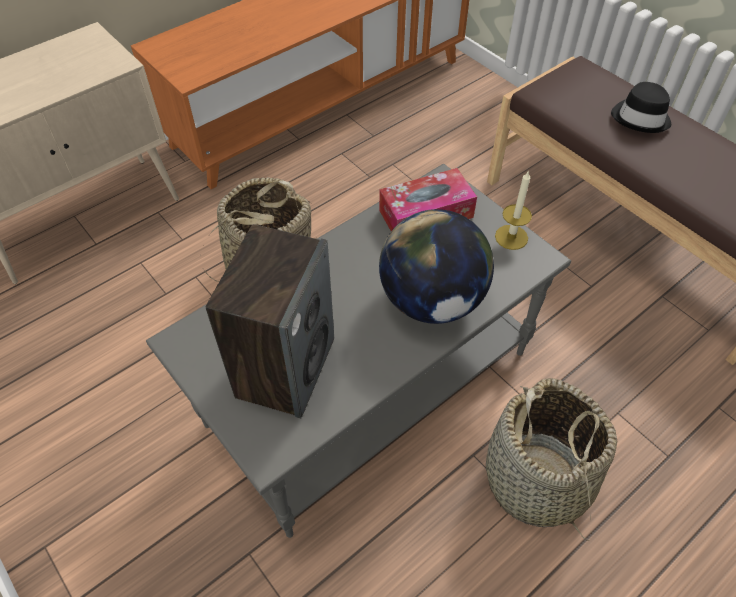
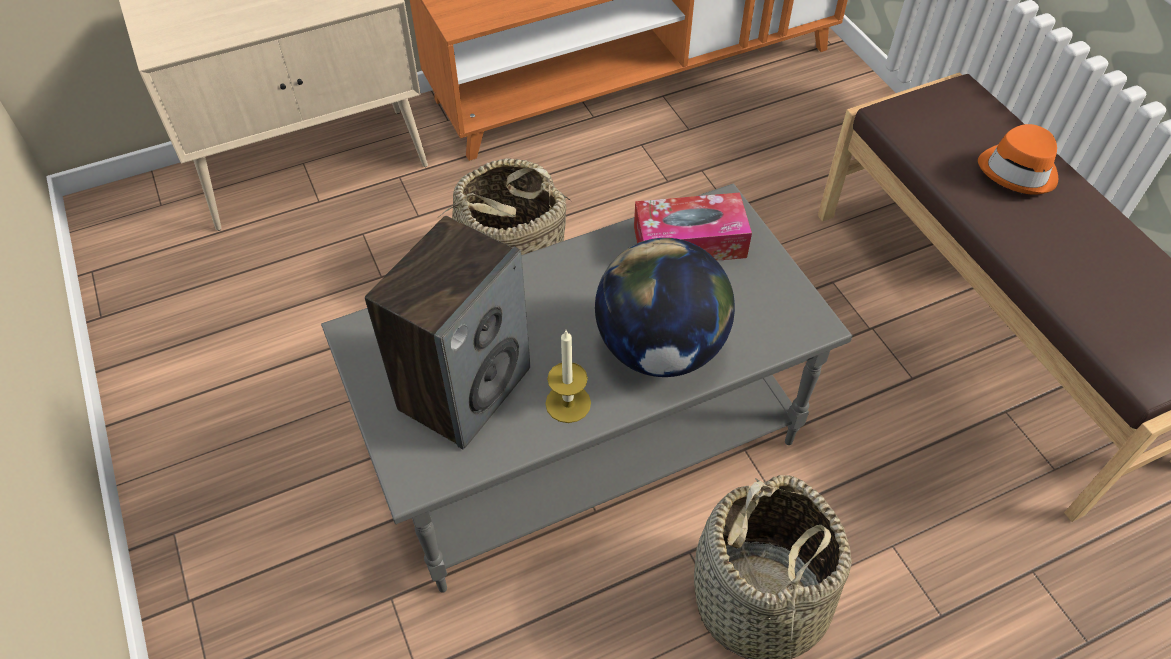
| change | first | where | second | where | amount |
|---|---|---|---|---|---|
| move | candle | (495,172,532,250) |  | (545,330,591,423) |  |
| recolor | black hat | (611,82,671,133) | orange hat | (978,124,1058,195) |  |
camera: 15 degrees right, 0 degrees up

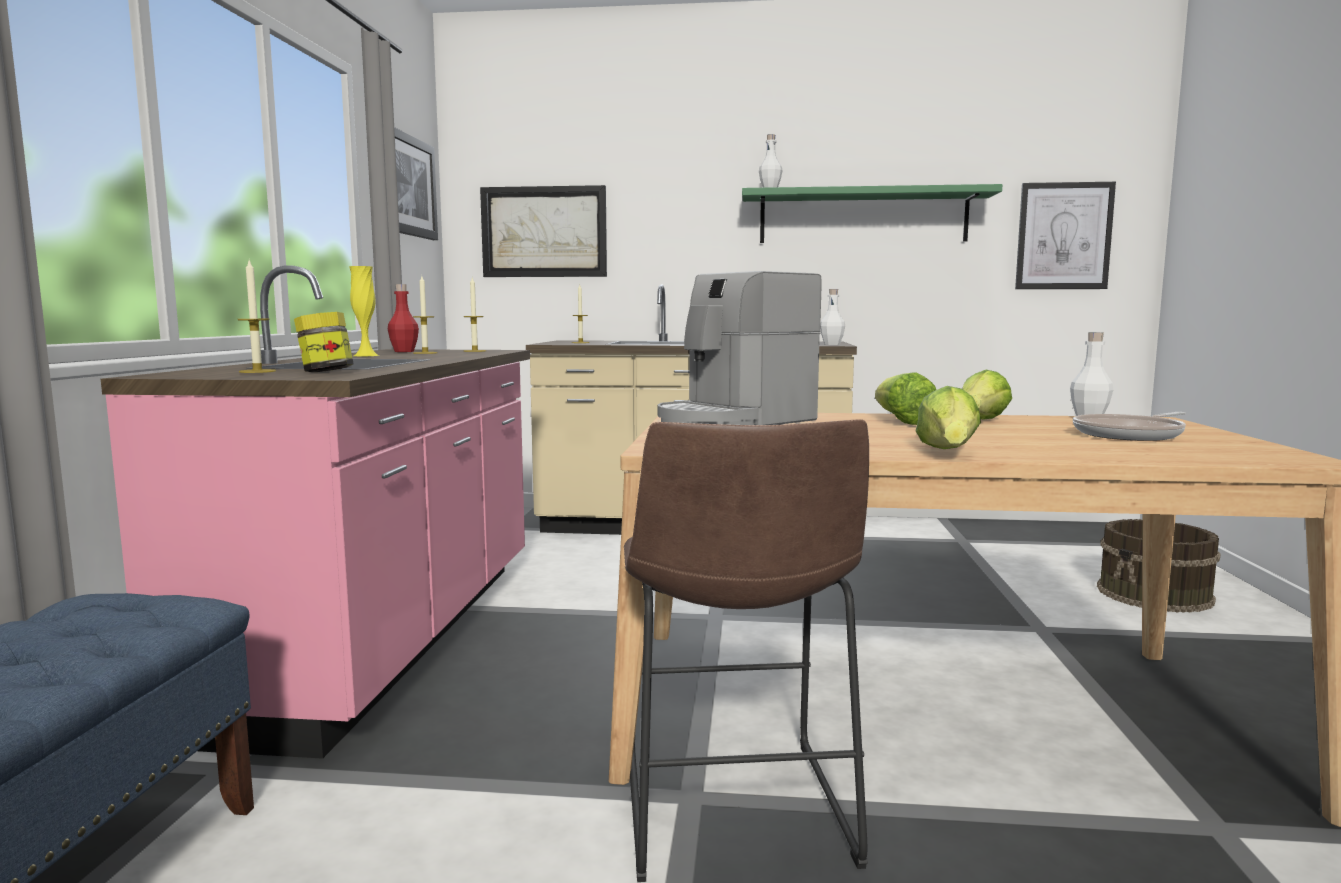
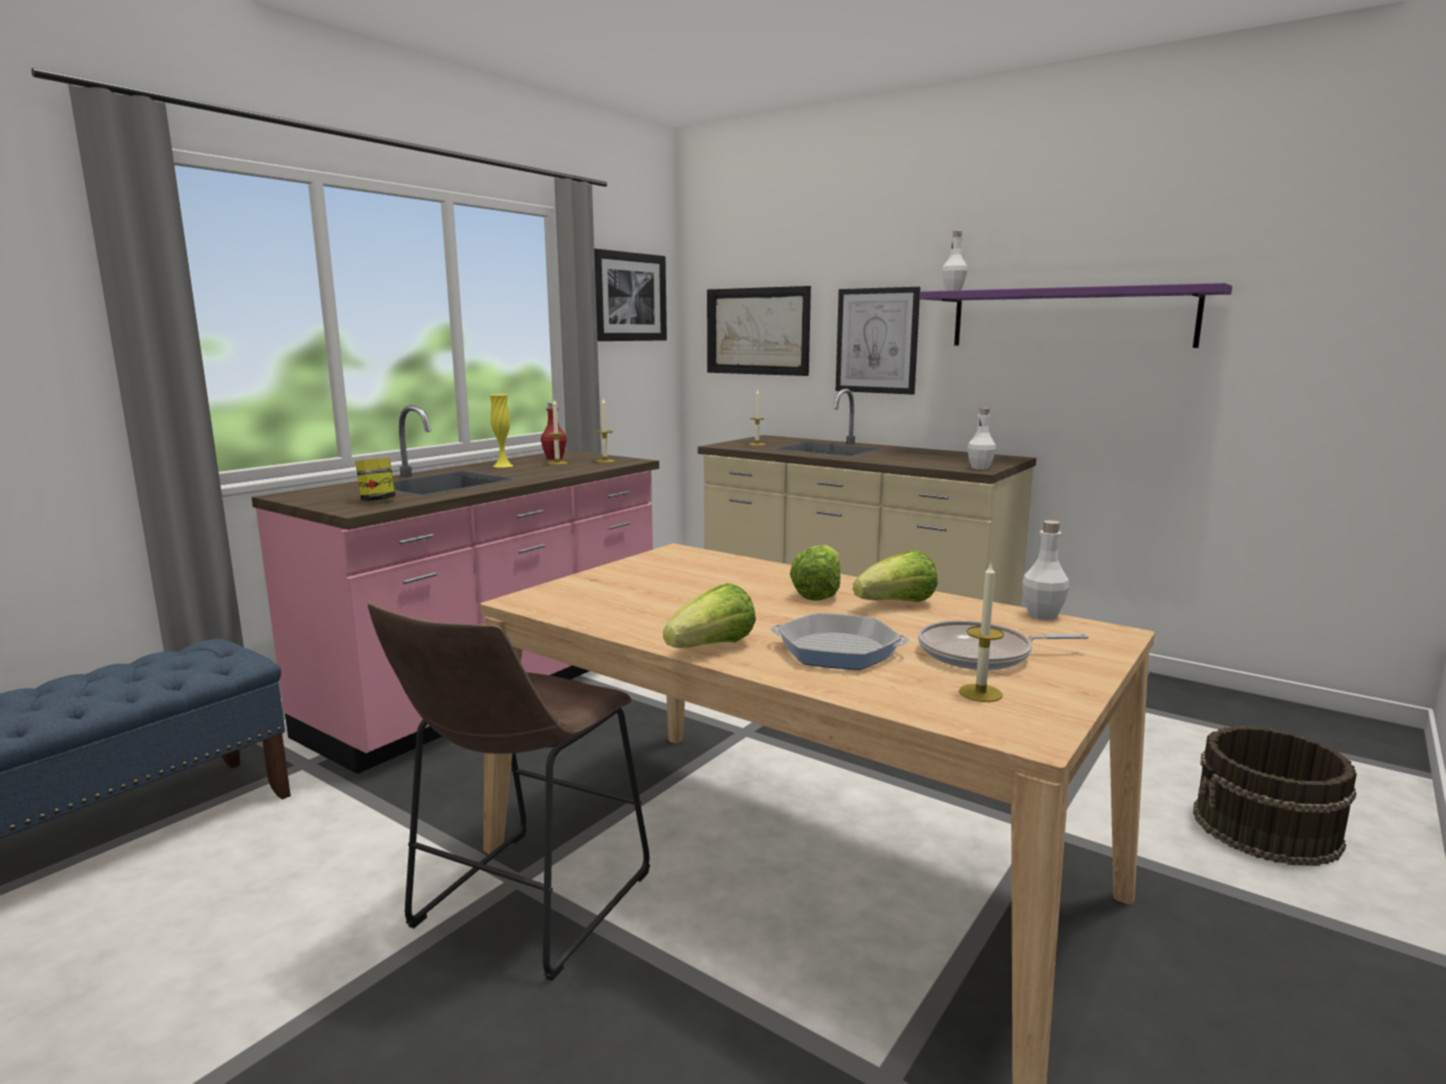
| change | first | where | second | where | amount |
|---|---|---|---|---|---|
| move | candle | (238,261,276,373) |  | (959,564,1005,702) |  |
| delete | coffee machine | (657,271,822,425) |  |  |  |
| recolor | green shelf | (742,184,1002,243) | purple shelf | (919,283,1232,348) |  |
| move | picture | (1015,182,1116,289) |  | (836,287,920,395) |  |
| insert |  |  | frying pan | (771,613,909,670) |  |
camera: 30 degrees right, 5 degrees up

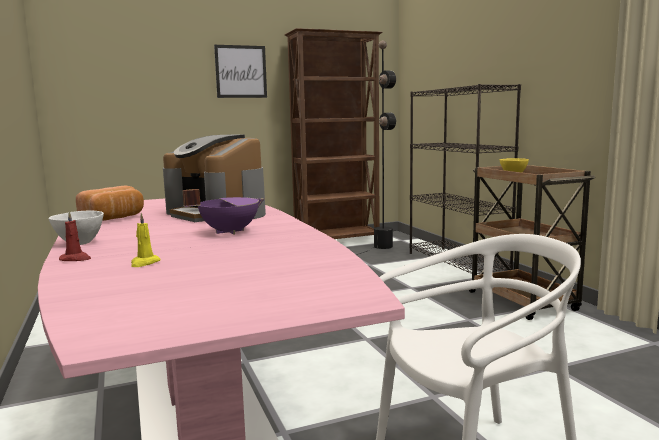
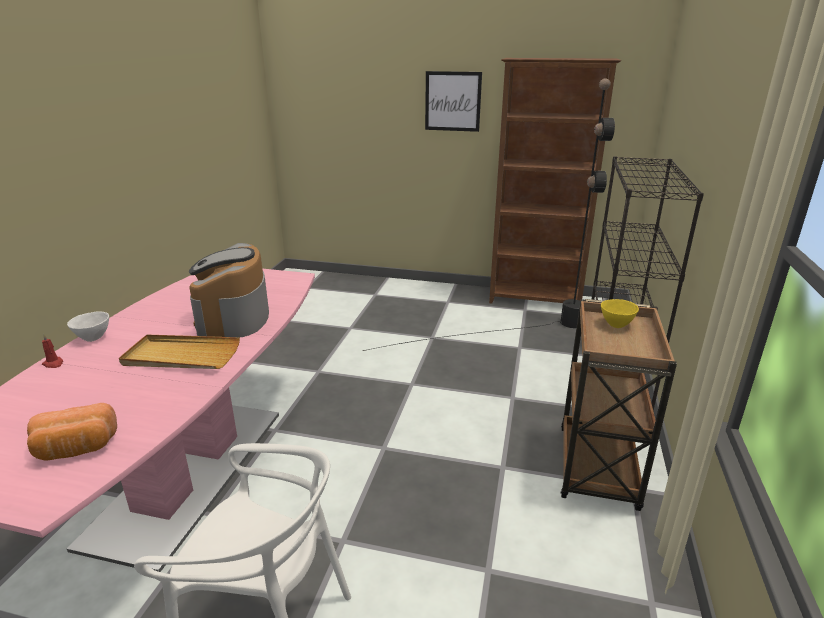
| change | first | where | second | where | amount |
|---|---|---|---|---|---|
| move | bread | (76,186,144,221) |  | (27,403,117,460) |  |
| delete | yellow candle | (131,213,161,267) |  |  |  |
| replace | purple cooking pot | (182,189,265,235) | beige tray | (119,334,240,369) |  |
camera: 35 degrees right, 15 degrees up

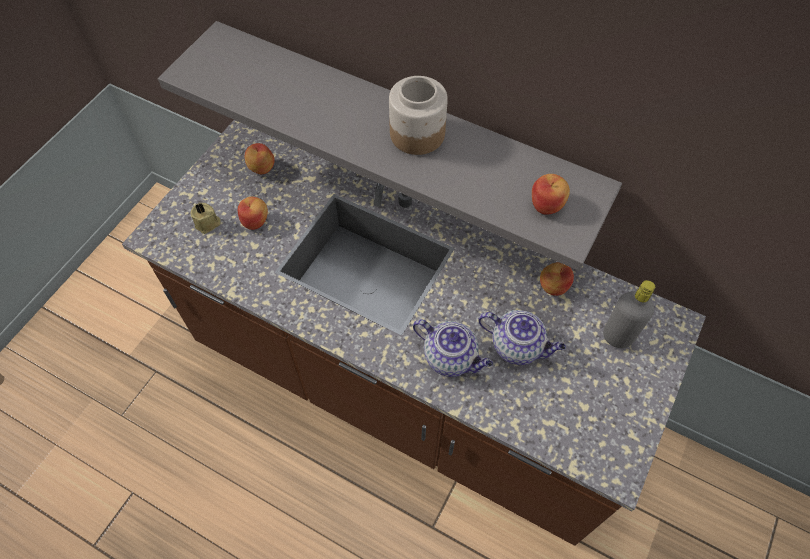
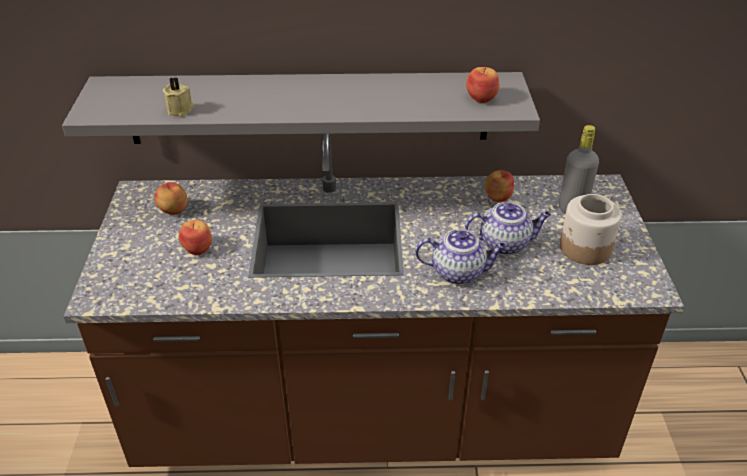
| change | first | where | second | where | amount |
|---|---|---|---|---|---|
| move | beige candle | (191,203,221,234) |  | (163,77,195,117) |  |
| move | jar | (389,76,448,155) |  | (560,194,622,265) |  |
camera: 30 degrees left, 20 degrees down

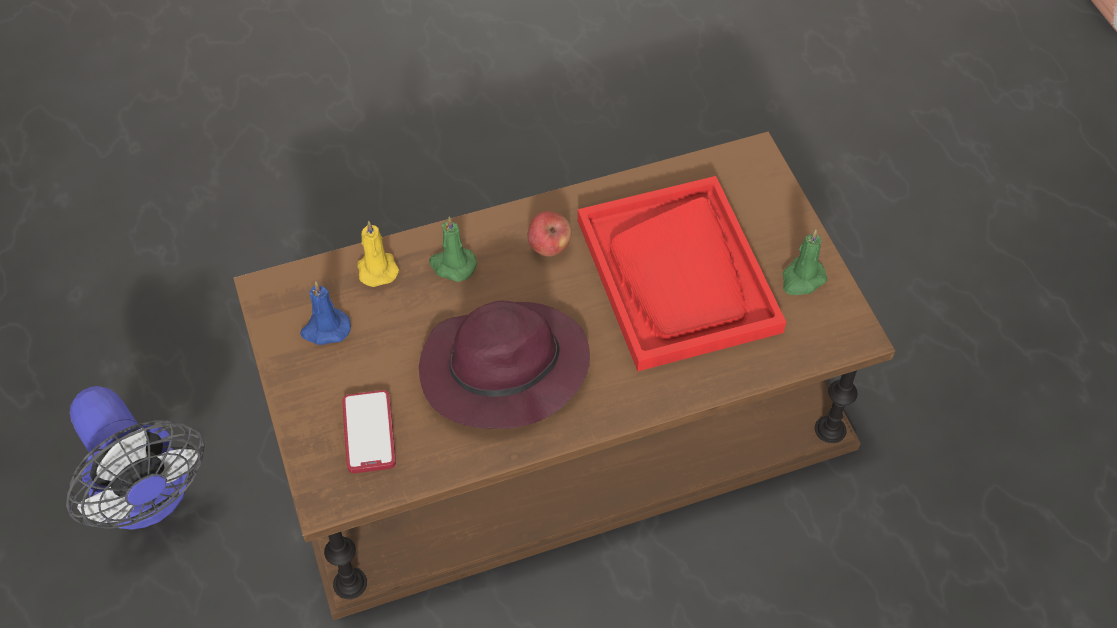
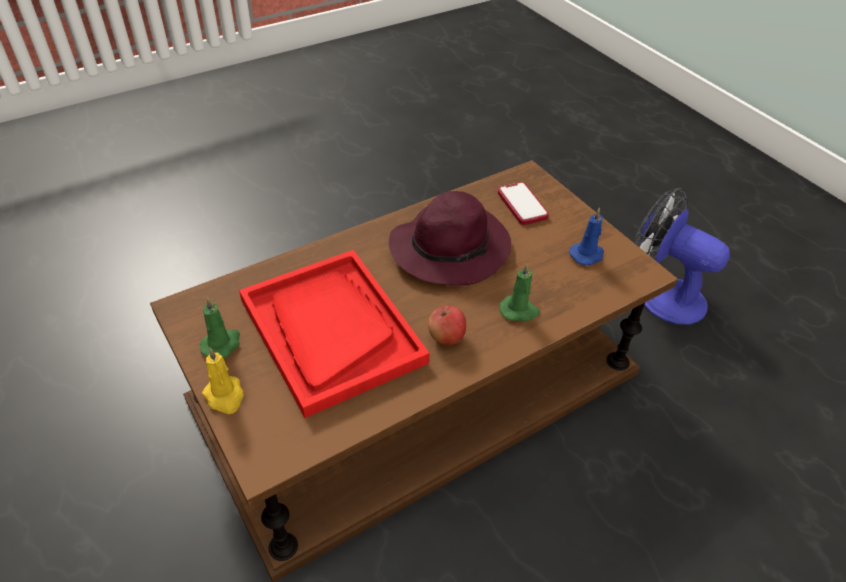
| change | first | where | second | where | amount |
|---|---|---|---|---|---|
| move | yellow candle | (357,220,399,287) |  | (202,347,244,414) |  |
camera: 165 degrees right, 10 degrees down

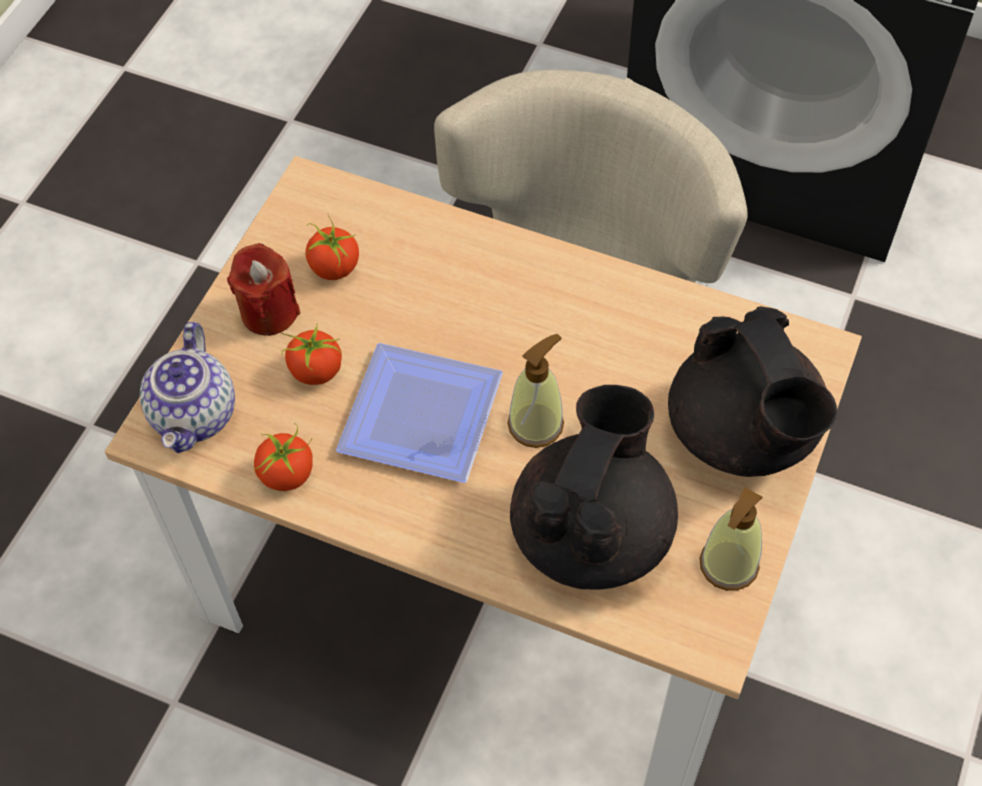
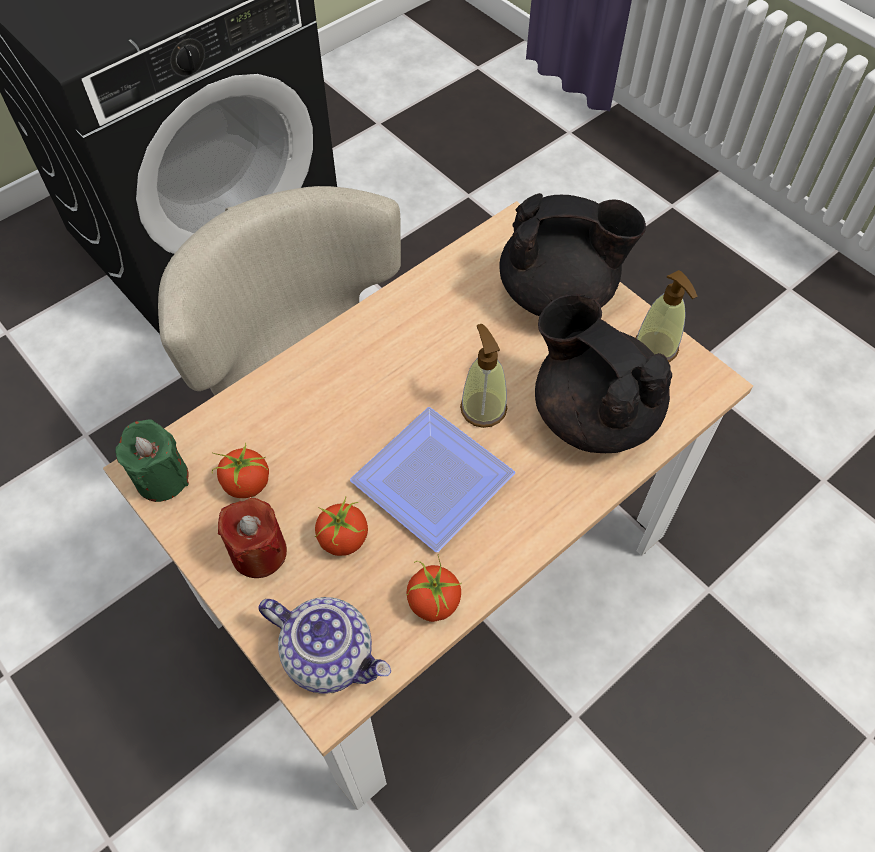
| change | first | where | second | where | amount |
|---|---|---|---|---|---|
| insert |  |  | green candle | (115,419,189,502) |  |
camera: 65 degrees left, 0 degrees up

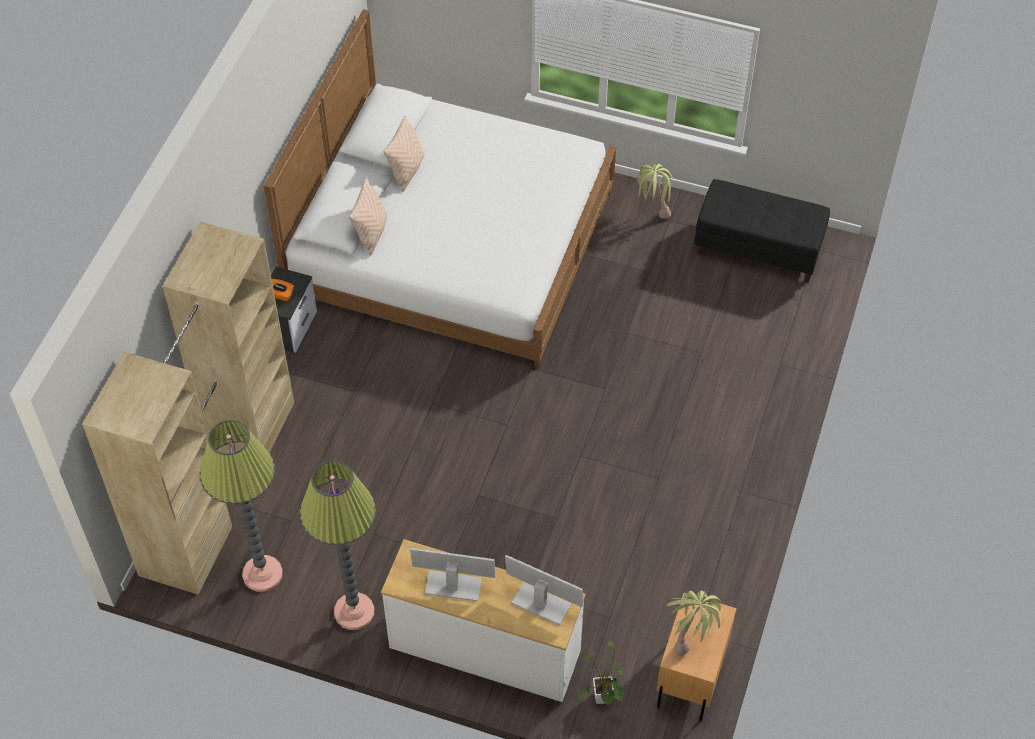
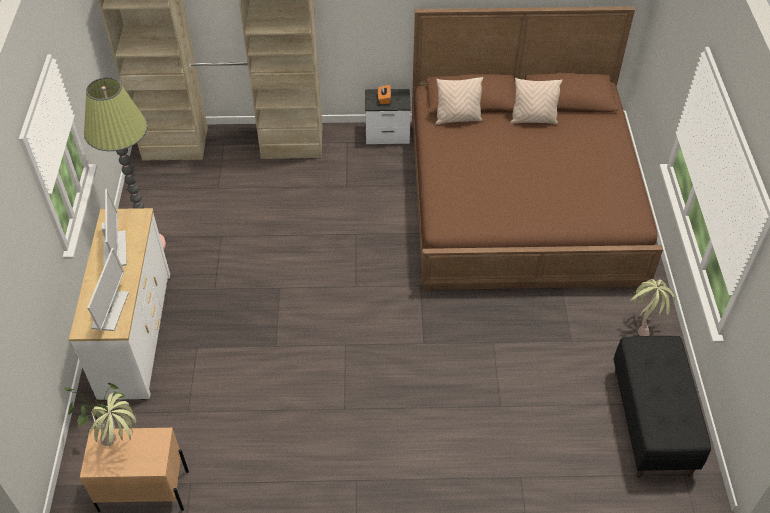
| change | first | where | second | where | amount |
|---|---|---|---|---|---|
| delete | floor lamp | (200,420,283,592) |  |  |  |
| recolor | white bed | (264,9,616,367) | brown bed | (412,6,663,291) |  |
camera: 70 degrees right, 5 degrees down

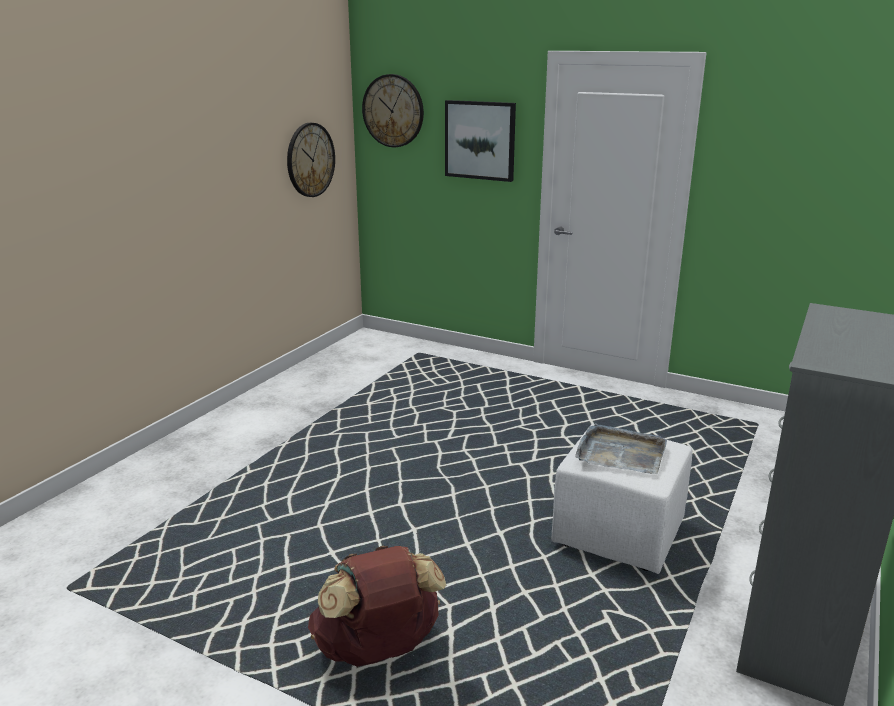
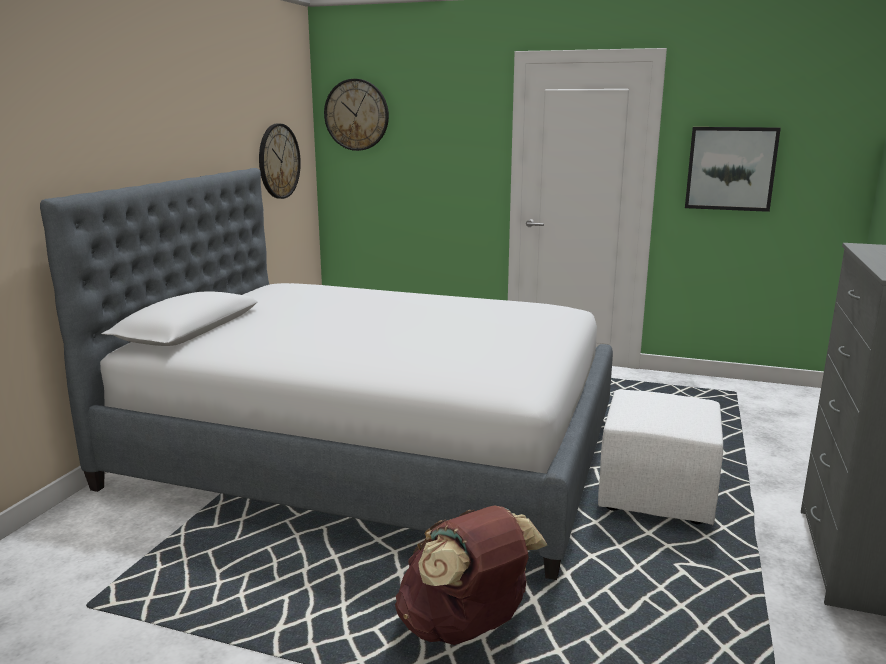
| change | first | where | second | where | amount |
|---|---|---|---|---|---|
| move | picture | (445,100,516,182) |  | (685,127,781,212) |  |
| delete | grey tray | (575,423,667,474) |  |  |  |
| insert |  |  | bed | (40,168,613,580) |  |
camera: 10 degrees left, 5 degrees down

